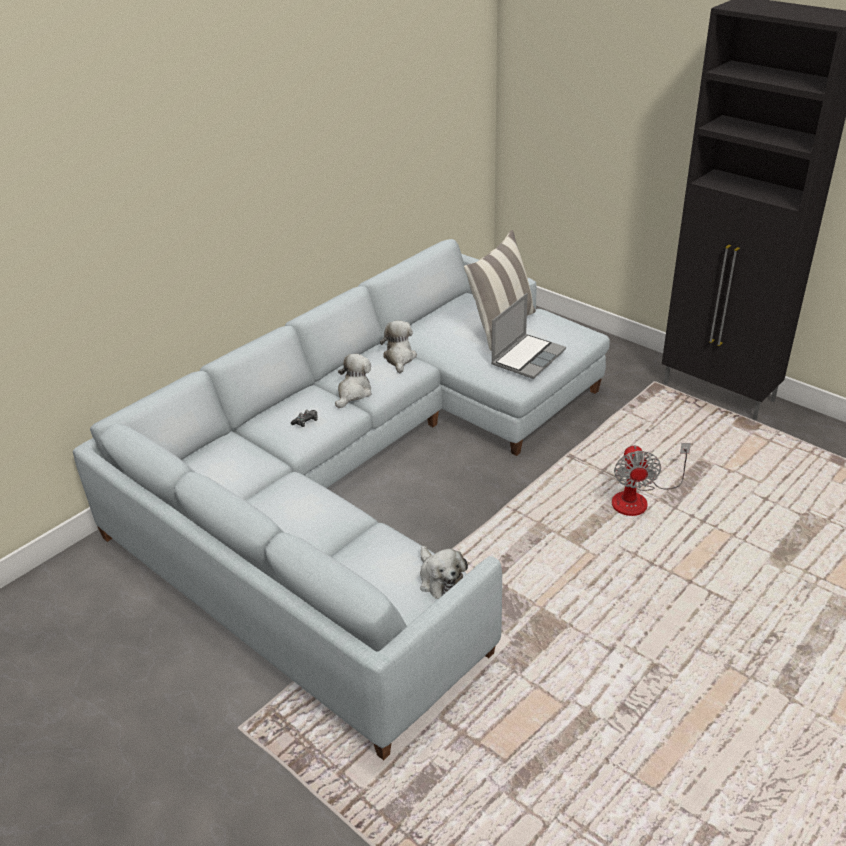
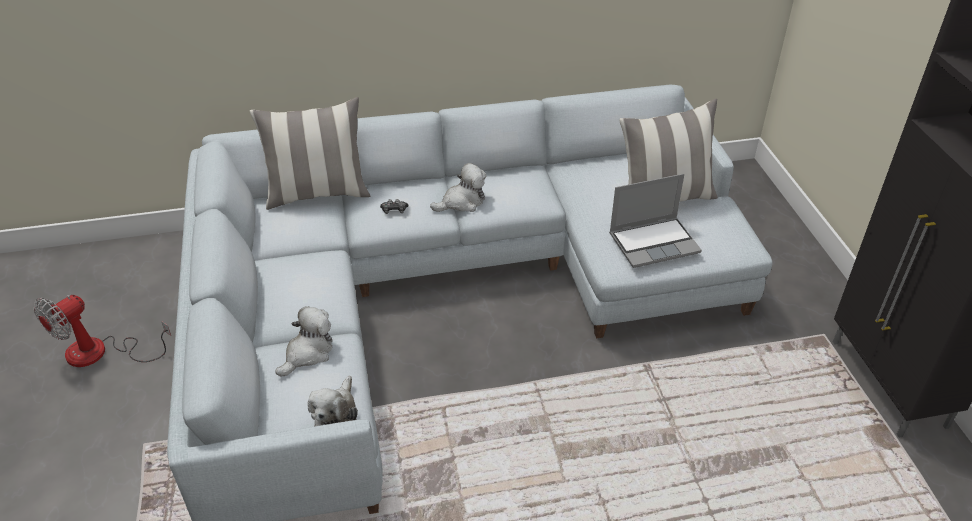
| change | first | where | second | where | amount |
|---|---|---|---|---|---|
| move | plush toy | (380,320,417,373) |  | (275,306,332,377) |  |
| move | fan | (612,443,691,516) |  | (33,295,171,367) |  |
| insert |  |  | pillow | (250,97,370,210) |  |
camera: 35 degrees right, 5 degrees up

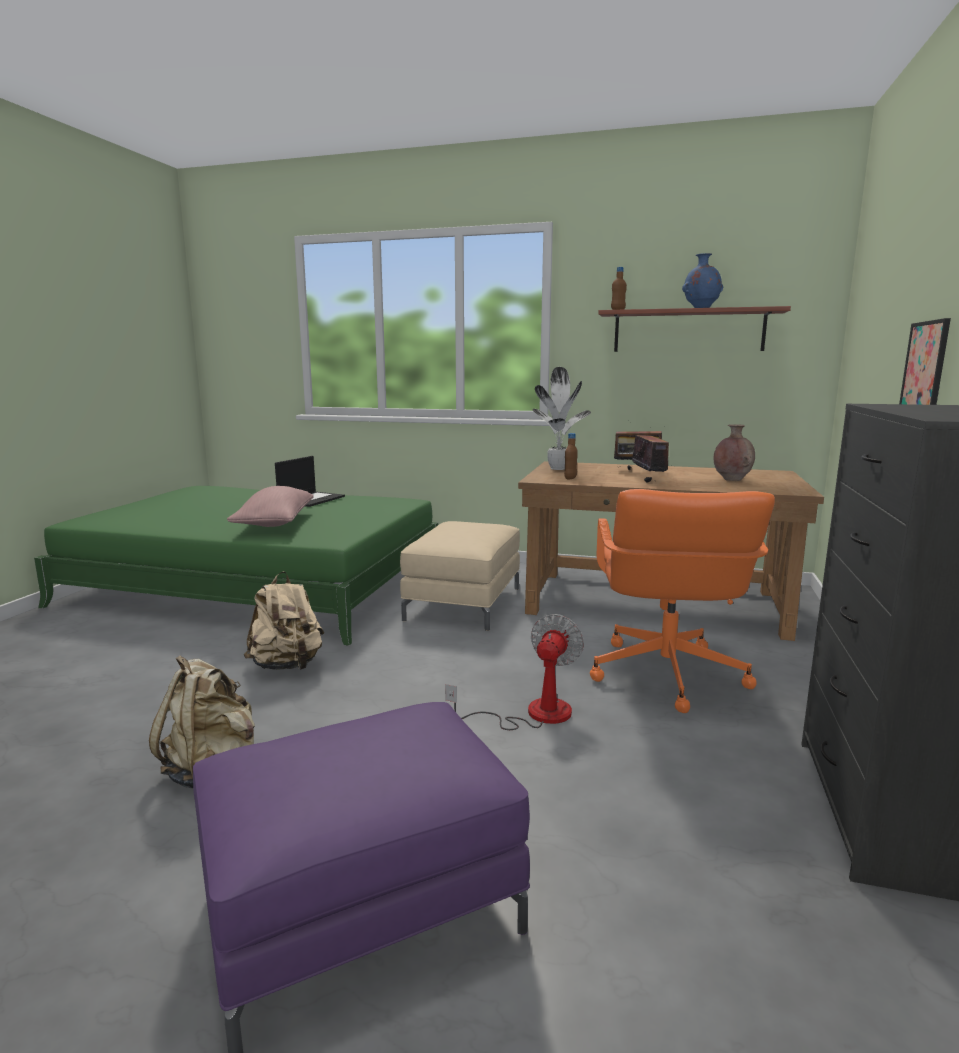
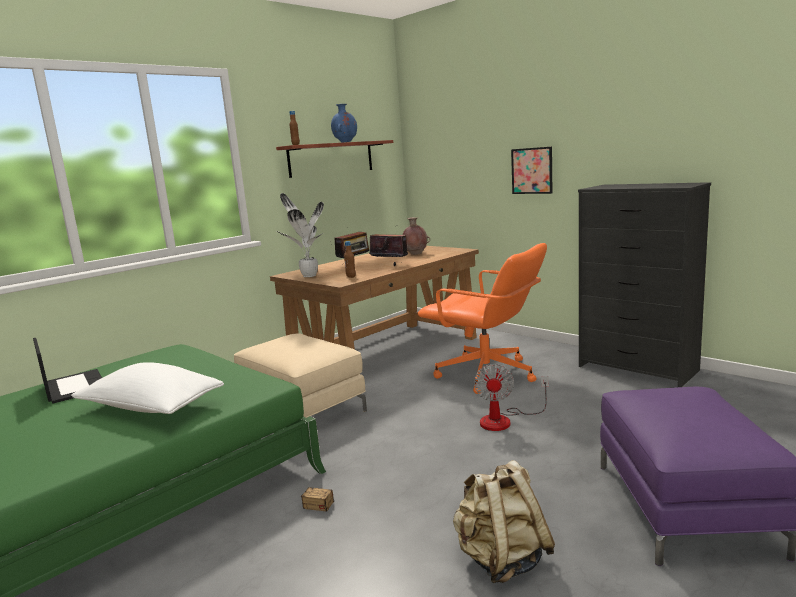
| change | first | where | second | where | amount |
|---|---|---|---|---|---|
| recolor | pink pillow | (227,486,314,527) | white pillow | (71,362,224,414) |  |
| replace | beige backpack | (243,571,324,670) | storage box | (301,463,362,512) |  |
| rotate | fan | (445,614,584,730) |  | (474,364,549,431) | 135 degrees counterclockwise |
camera: 60 degrees left, 0 degrees up

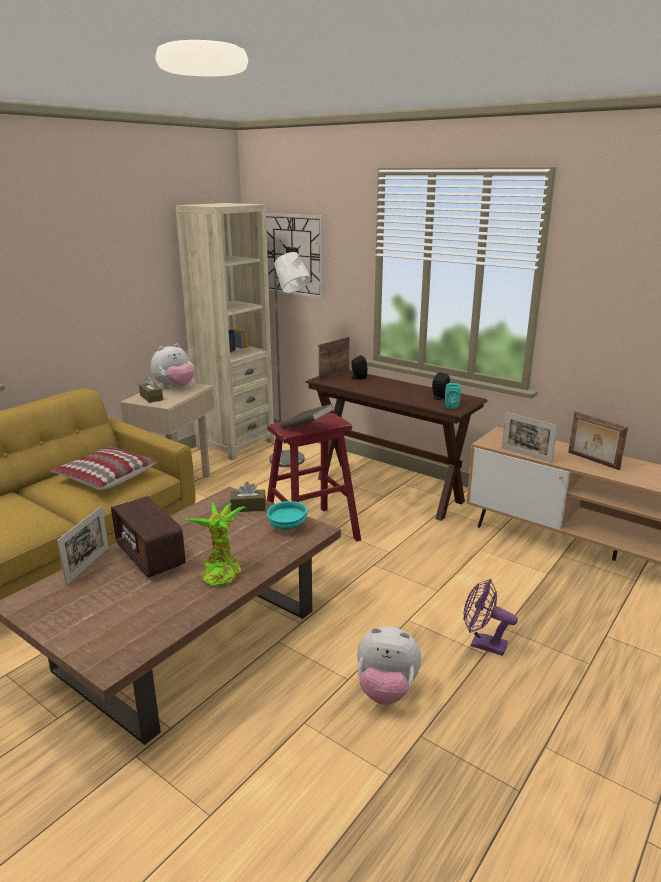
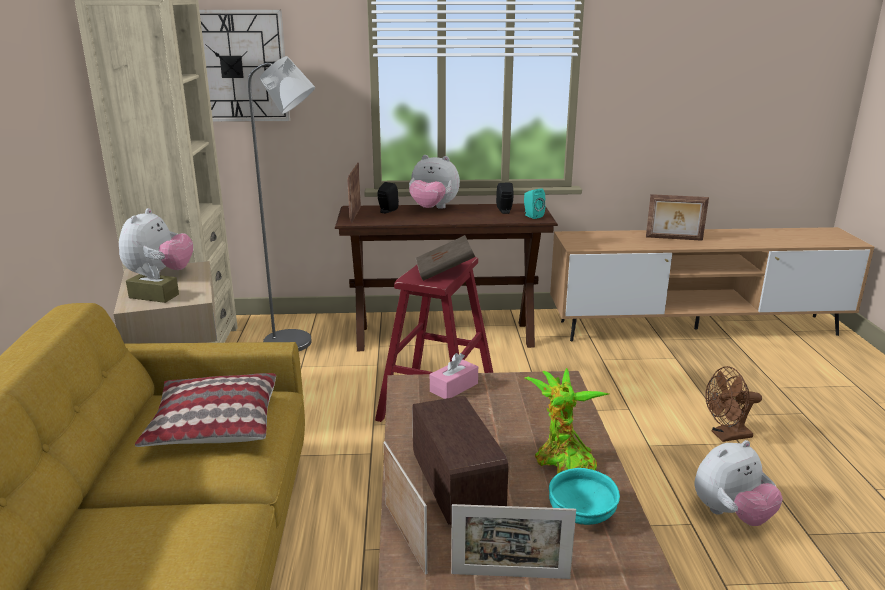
| change | first | where | second | where | amount |
|---|---|---|---|---|---|
| rotate | radio | (111,496,186,577) |  | (412,396,509,525) | 120 degrees counterclockwise |
| recolor | brown tissue box | (230,482,266,512) | pink tissue box | (430,353,478,399) |  |
| move | turquoise bowl | (267,501,307,530) |  | (549,468,620,525) |  |
| recolor | purple fan | (464,579,518,656) | brown fan | (705,366,762,442) |  |
| move | picture frame | (502,412,558,463) |  | (451,504,576,579) |  |
| insert |  |  | plush toy | (409,155,460,209) |  |
camera: 40 degrees left, 0 degrees up

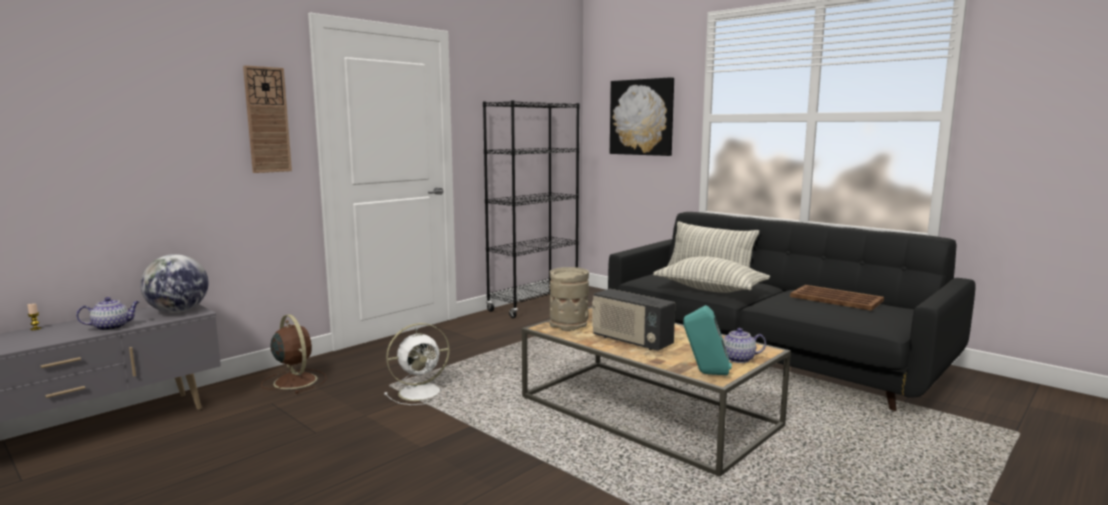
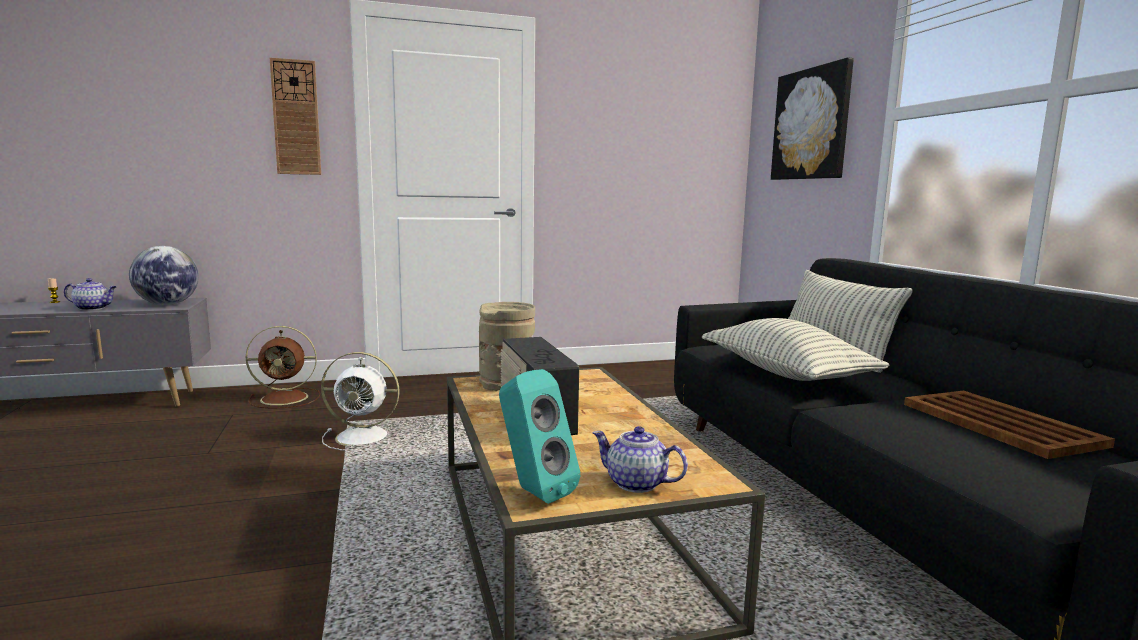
| change | first | where | second | where | amount |
|---|---|---|---|---|---|
| rotate | brown fan | (261,314,327,393) |  | (246,326,320,409) | 90 degrees clockwise |
| delete | black bookcase | (483,100,580,318) |  |  |  |
camera: 30 degrees right, 0 degrees up

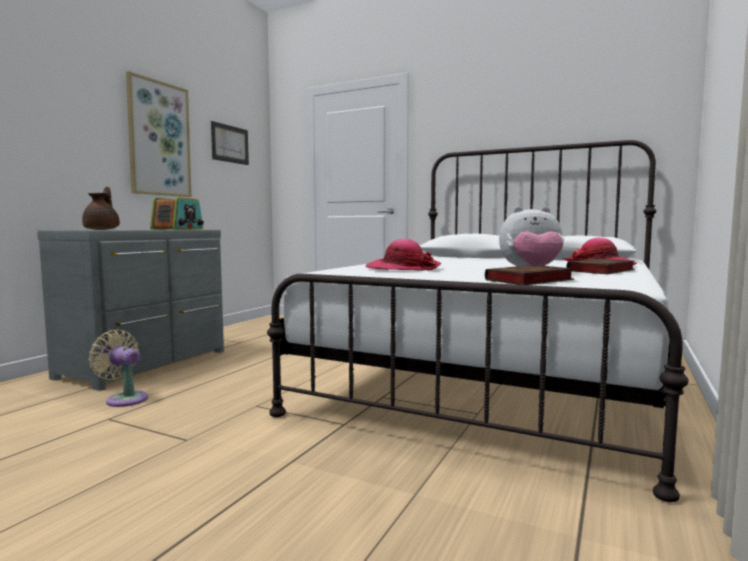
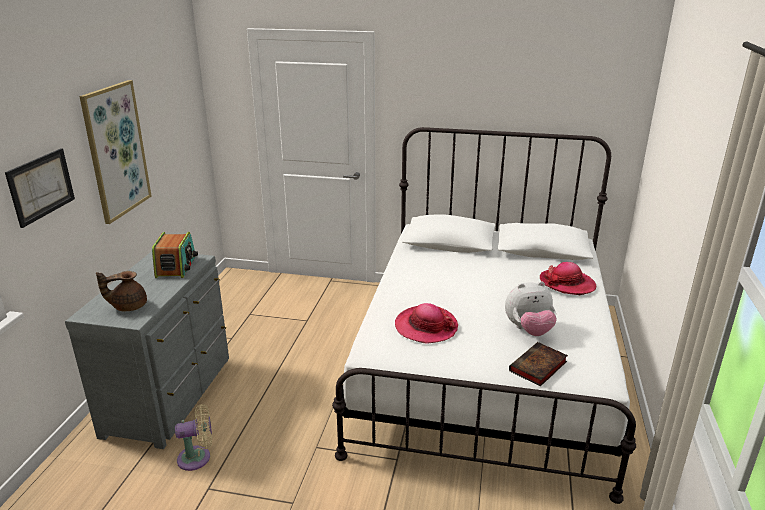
| change | first | where | second | where | amount |
|---|---|---|---|---|---|
| rotate | brown teapot | (82,187,120,230) |  | (96,271,147,311) | 90 degrees counterclockwise |
| rotate | beige fan | (89,330,148,407) |  | (175,404,212,471) | 150 degrees clockwise |
| move | picture | (211,121,249,165) |  | (5,148,75,228) |  |
| delete | book | (567,258,635,274) |  |  |  |
camera: 15 degrees left, 20 degrees up

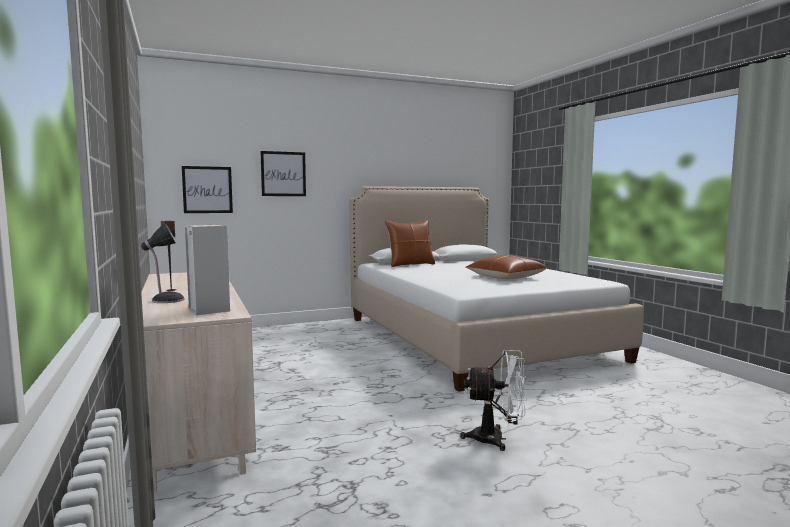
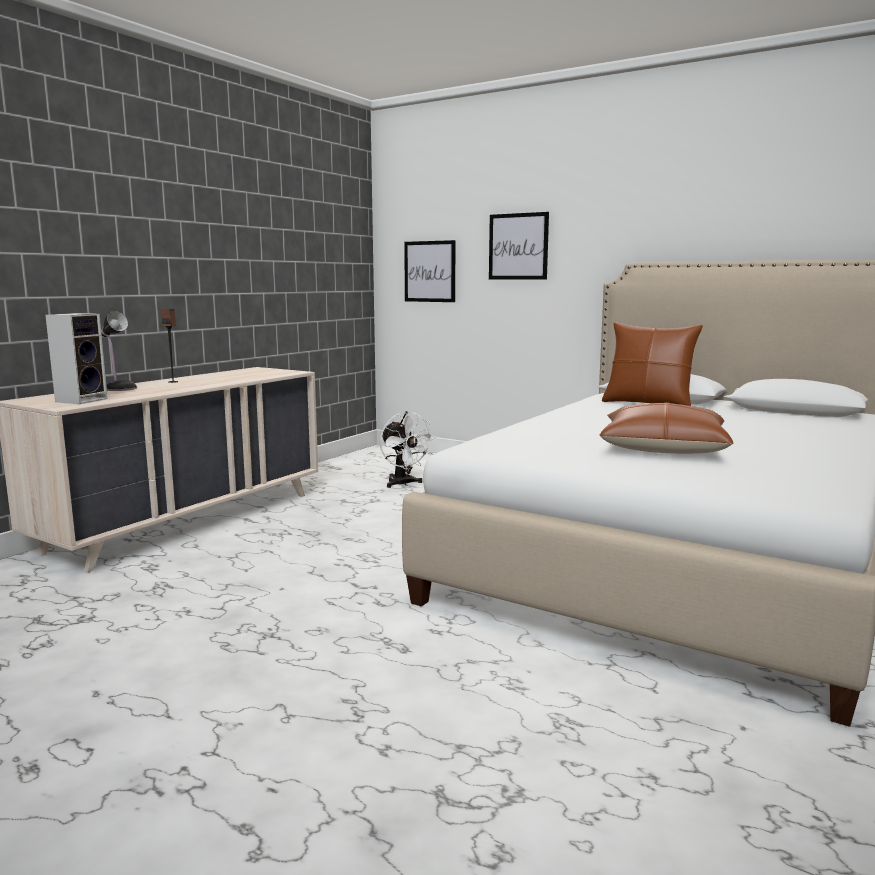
| change | first | where | second | where | amount |
|---|---|---|---|---|---|
| move | white fan | (460,350,527,451) |  | (380,411,436,488) |  |
camera: 55 degrees right, 5 degrees up

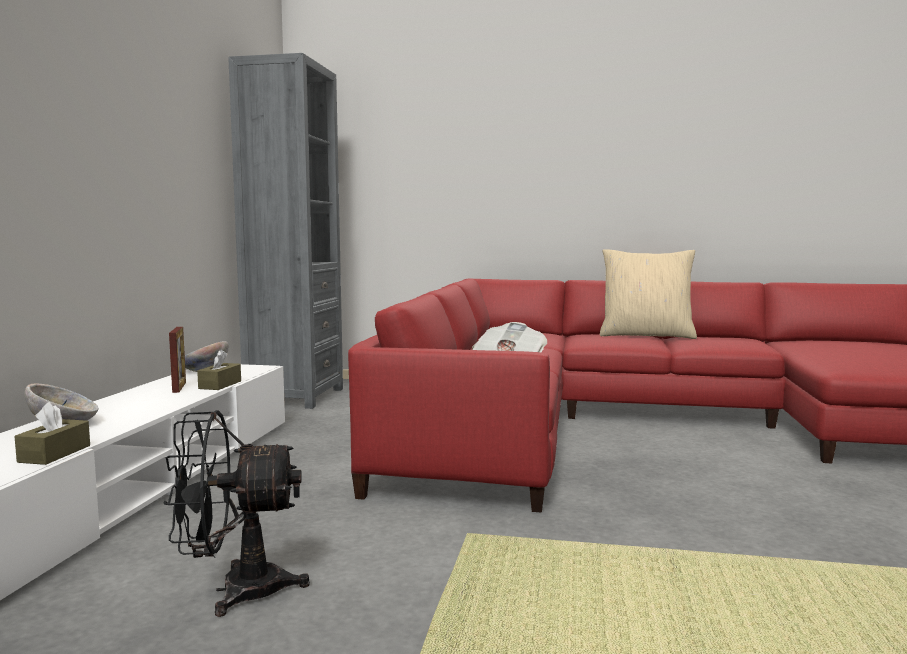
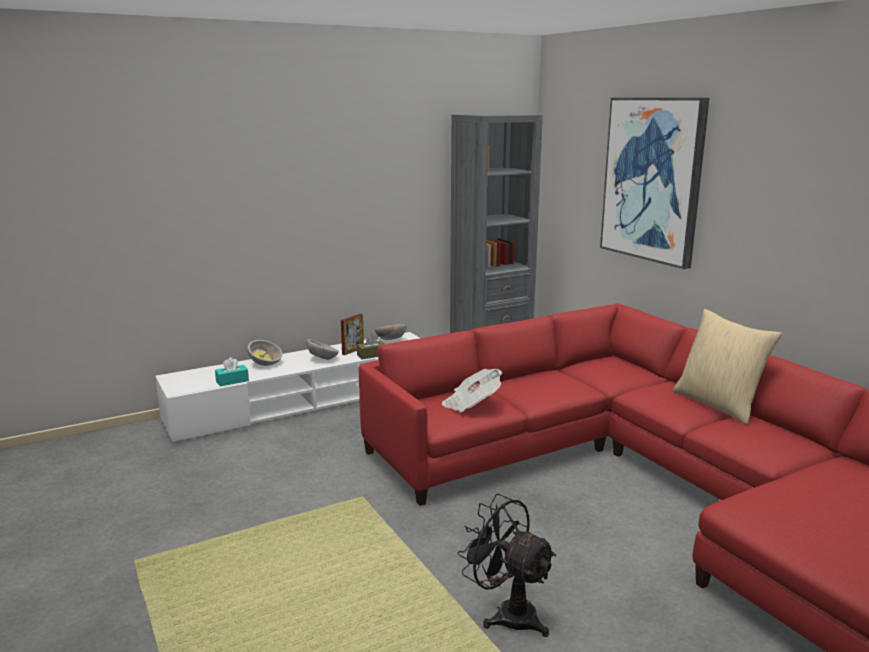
| change | first | where | second | where | amount |
|---|---|---|---|---|---|
| recolor | brown tissue box | (14,402,90,465) | turquoise tissue box | (215,357,249,386) |  |
| move | black fan | (163,410,310,617) |  | (458,494,556,637) |  |
| insert |  |  | bowl | (307,339,339,360) |  |
| insert |  |  | picture | (600,98,709,269) |  |
camera: 50 degrees right, 10 degrees up

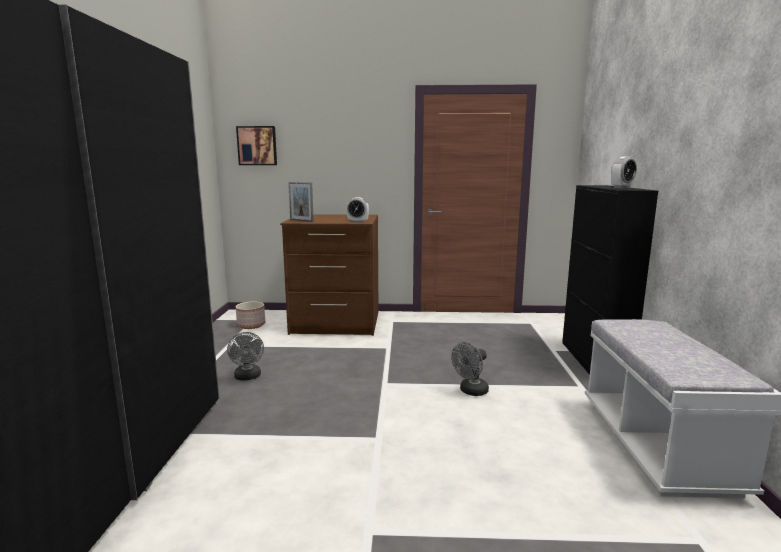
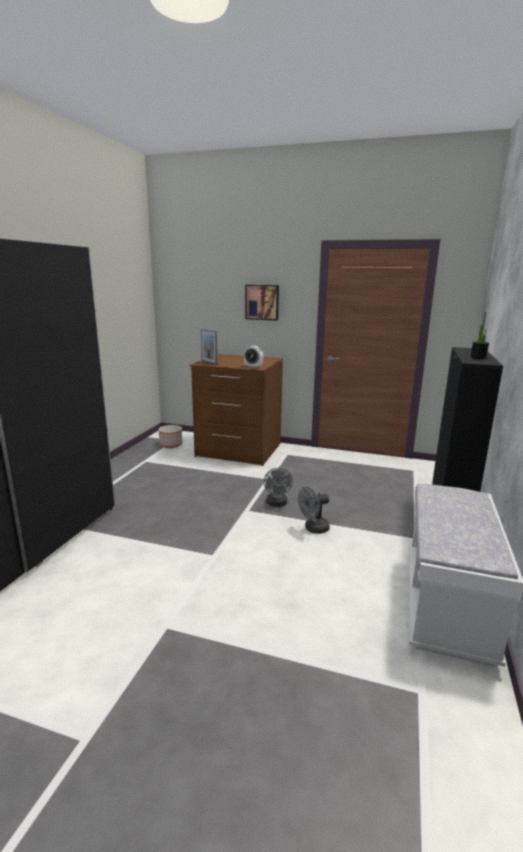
| change | first | where | second | where | amount |
|---|---|---|---|---|---|
| move | grey fan | (227,332,264,381) |  | (264,468,293,507) |  |
| move | picture | (236,126,277,165) |  | (245,285,279,321) |  |
| replace | alarm clock | (611,156,637,188) | potted plant | (470,312,489,359) |  |
camera: 15 degrees right, 5 degrees up

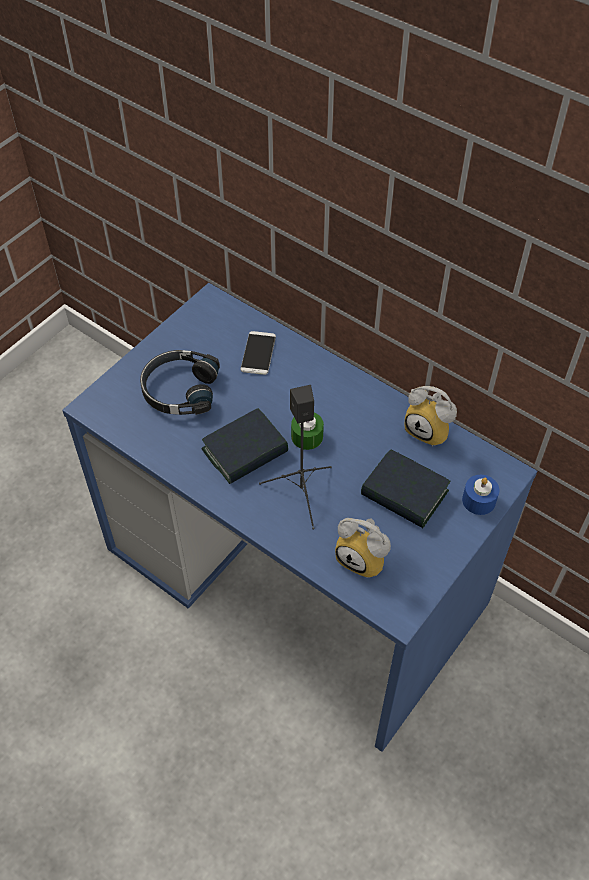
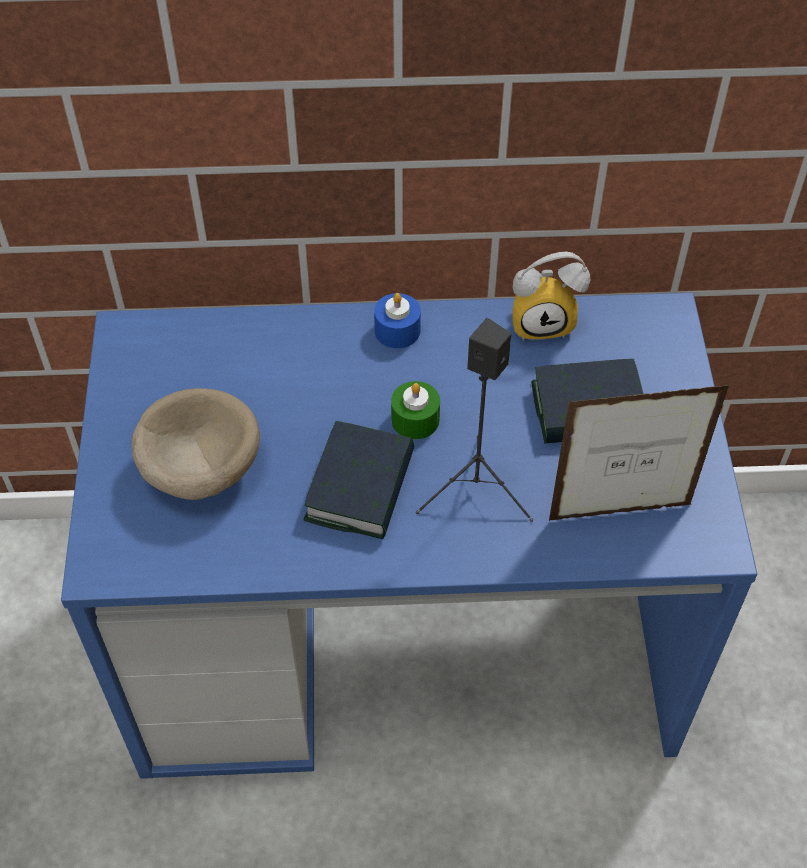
| change | first | where | second | where | amount |
|---|---|---|---|---|---|
| replace | black headphones | (140,350,220,415) | beige bowl | (132,388,260,500) |  |
| delete | phone | (241,331,276,375) |  |  |  |
| replace | alarm clock | (335,518,391,578) | picture frame | (549,385,730,521) |  |
| move | blue candle | (462,475,499,515) |  | (374,293,421,348) |  |
camera: 40 degrees left, 0 degrees up

